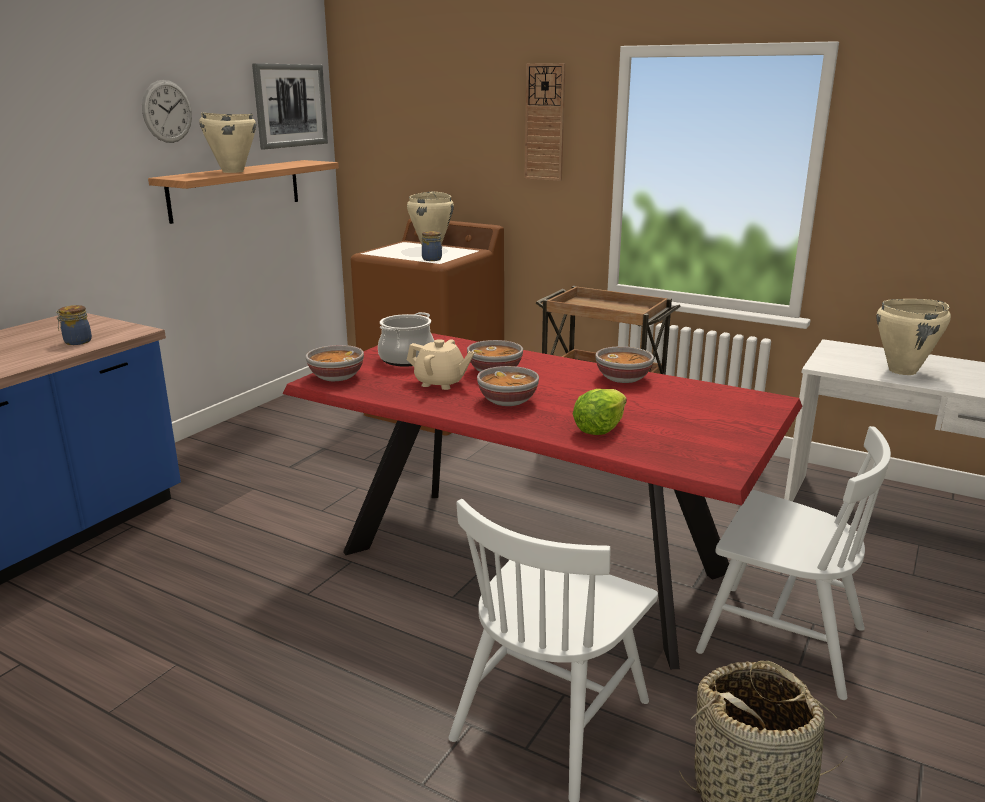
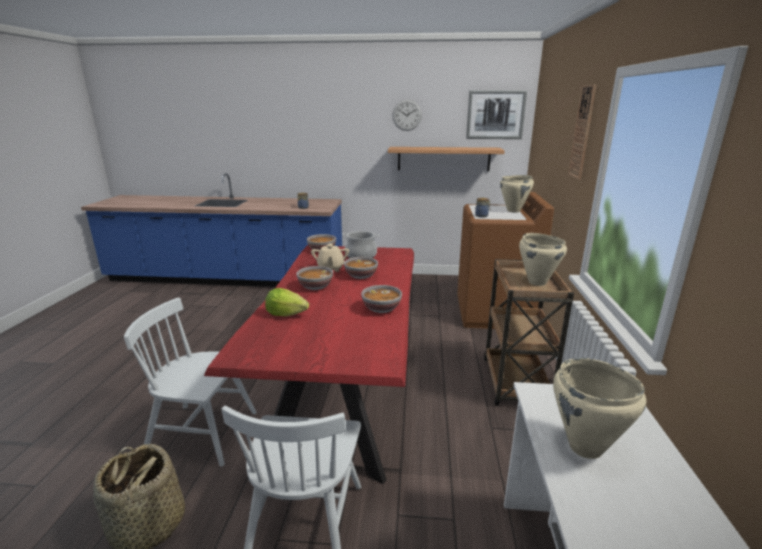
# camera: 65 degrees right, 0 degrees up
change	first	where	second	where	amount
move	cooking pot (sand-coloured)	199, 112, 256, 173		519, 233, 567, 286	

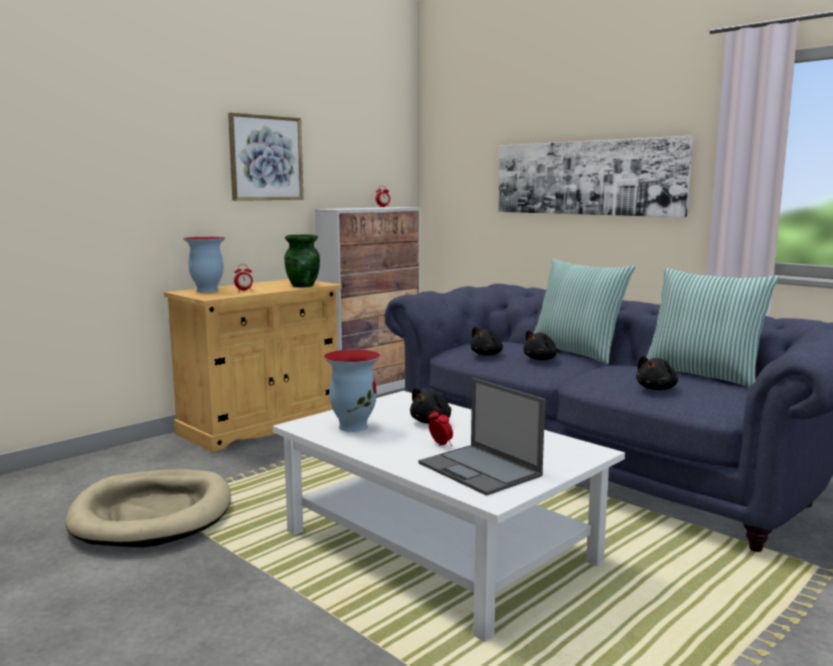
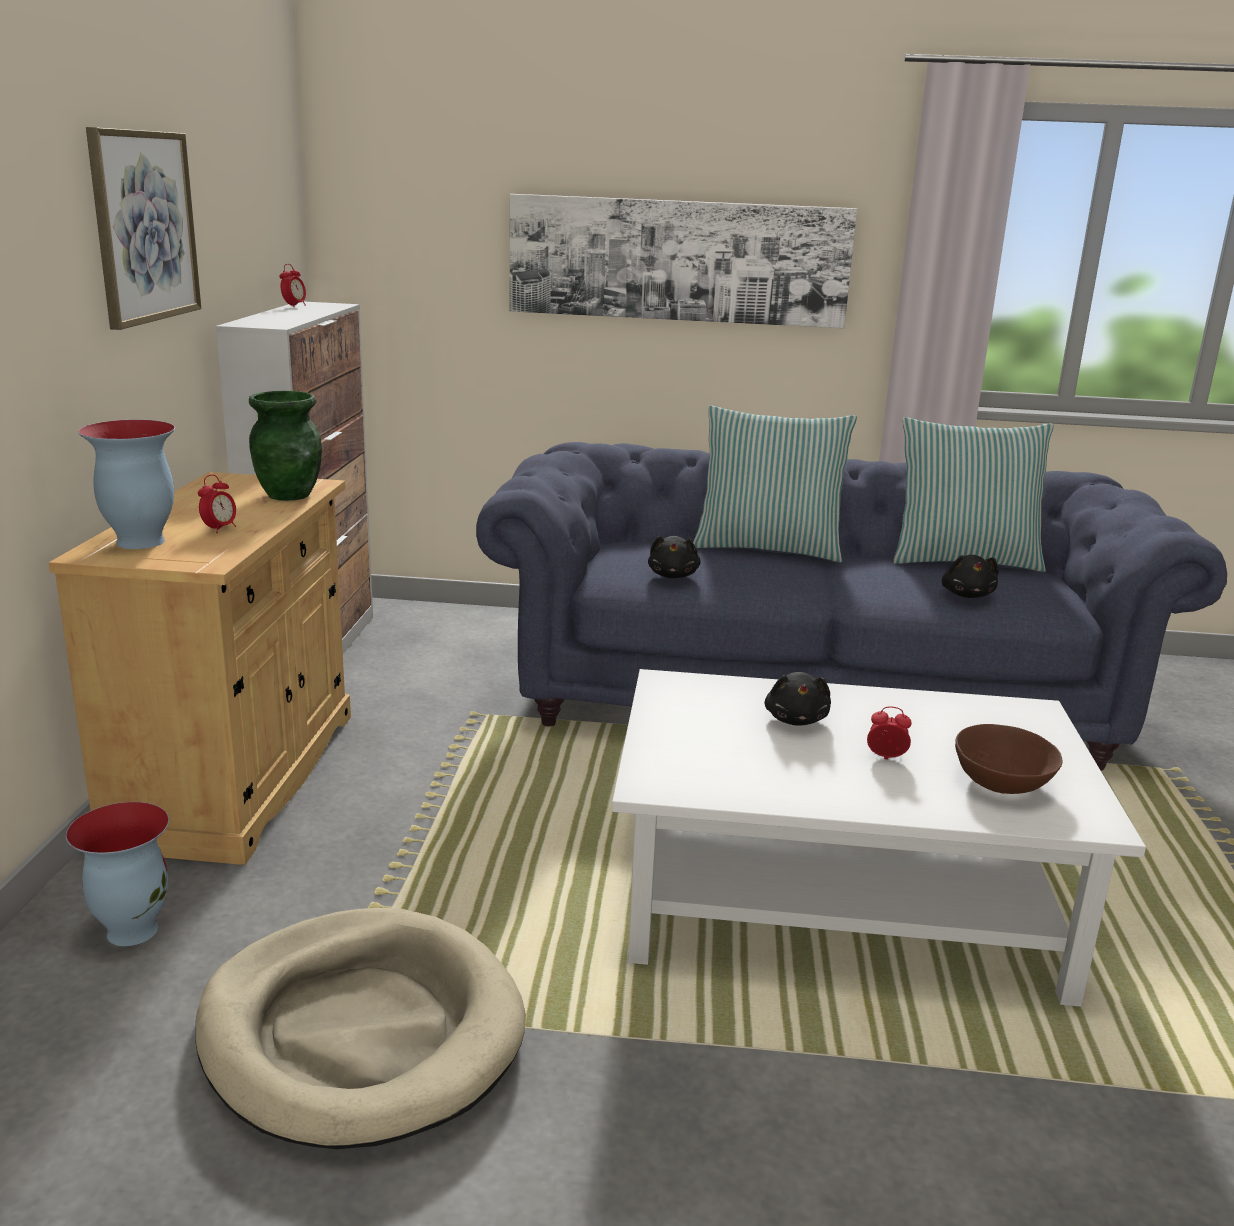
# camera: 40 degrees left, 10 degrees up
change	first	where	second	where	amount
move	vase	324, 349, 381, 432		66, 802, 169, 946	
replace	portable computer	418, 378, 545, 496	bowl (brown)	955, 724, 1062, 794	
delete	plush toy (blackish)	523, 330, 560, 360			

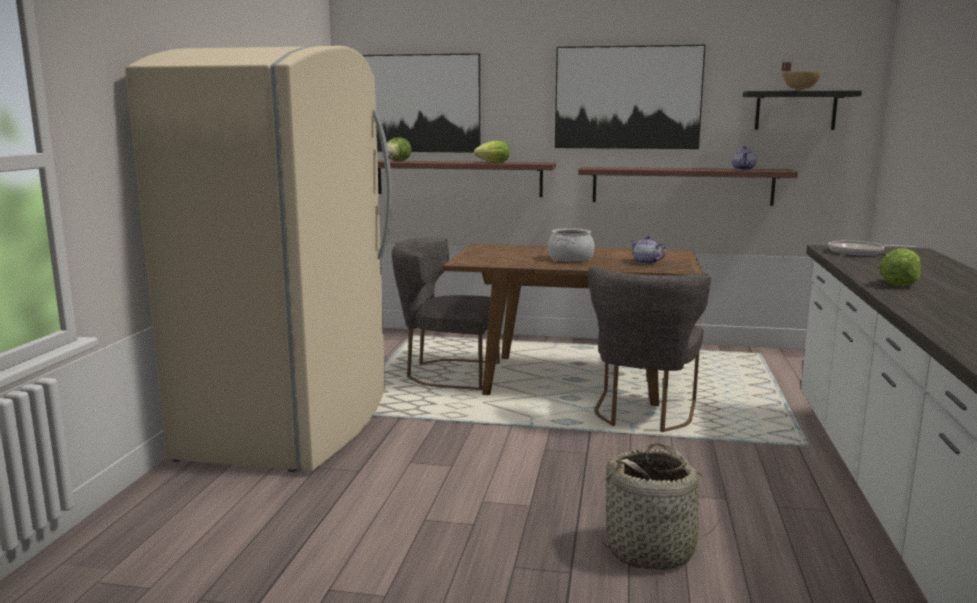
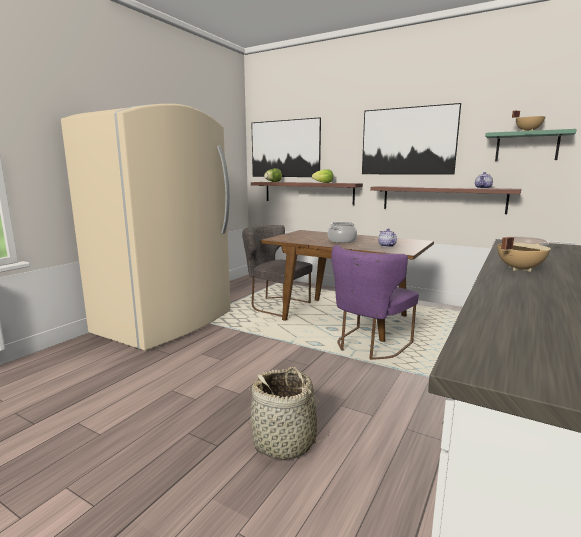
# camera: 20 degrees right, 0 degrees up
change	first	where	second	where	amount
recolor	upright chair (gray)	588, 266, 711, 432	upright chair (purplish)	331, 245, 419, 360	
recolor	bracket shelf (blackish)	743, 90, 862, 130	bracket shelf (green)	485, 129, 577, 161	
replace	lettuce	879, 248, 921, 287	cooking pot (sand-coloured)	497, 237, 551, 272	

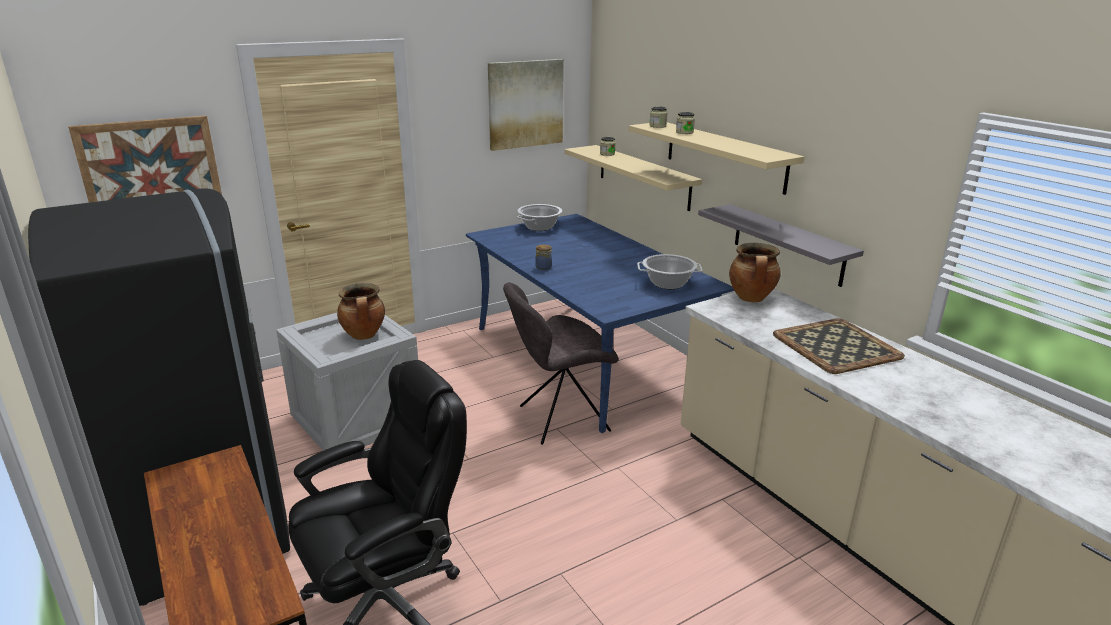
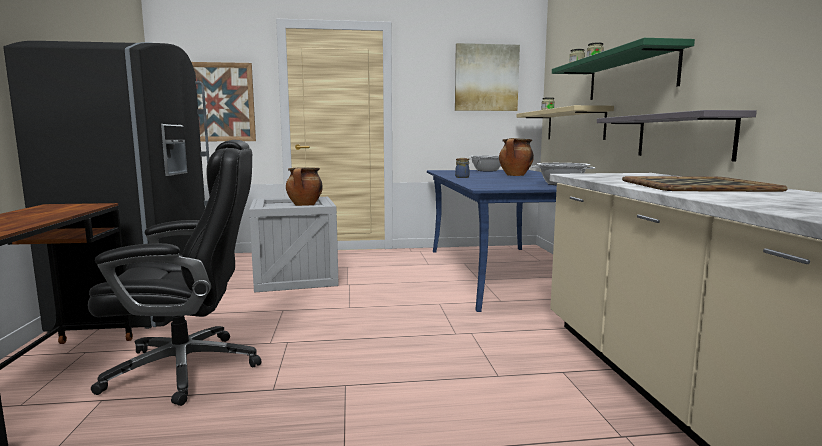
# camera: 25 degrees right, 15 degrees down
change	first	where	second	where	amount
delete	upright chair (gray)	503, 282, 619, 445			
recolor	bracket shelf (sand-coloured)	628, 122, 804, 195	bracket shelf (green)	552, 38, 695, 100	
move	cooking pot	729, 243, 781, 302		499, 138, 534, 176	

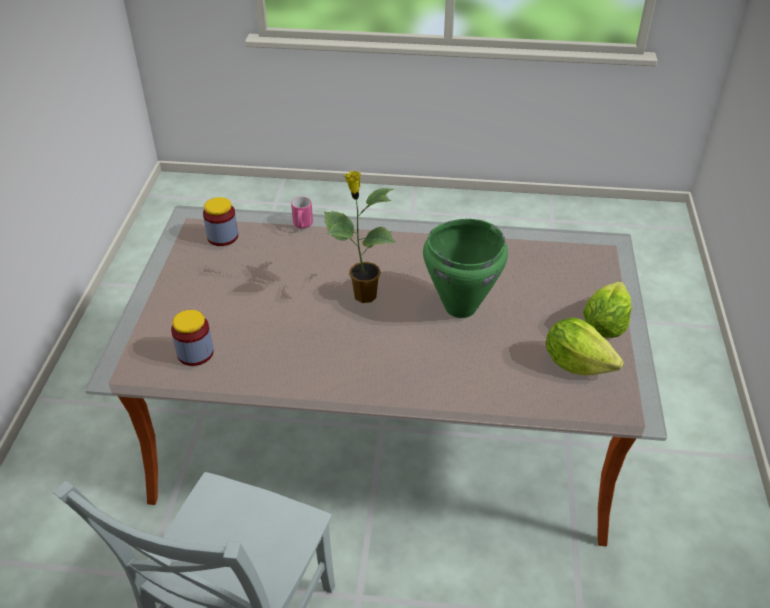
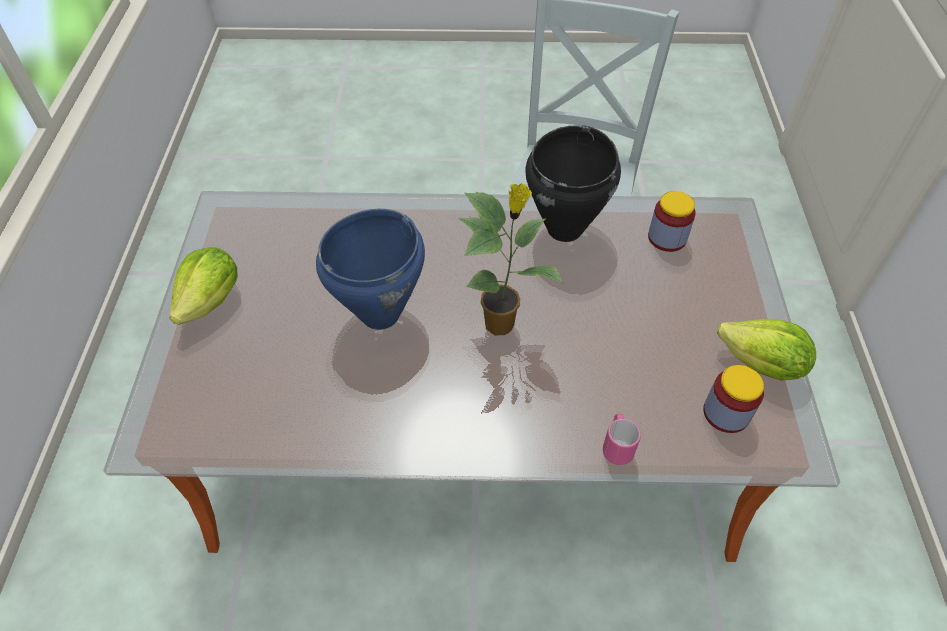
# camera: 175 degrees right, 10 degrees up
change	first	where	second	where	amount
recolor	cooking pot (green)	423, 219, 508, 318	cooking pot (bluish)	316, 209, 425, 330	
move	lettuce	546, 317, 624, 376		717, 319, 816, 381	
insert			cooking pot (blackish)	525, 125, 621, 242	

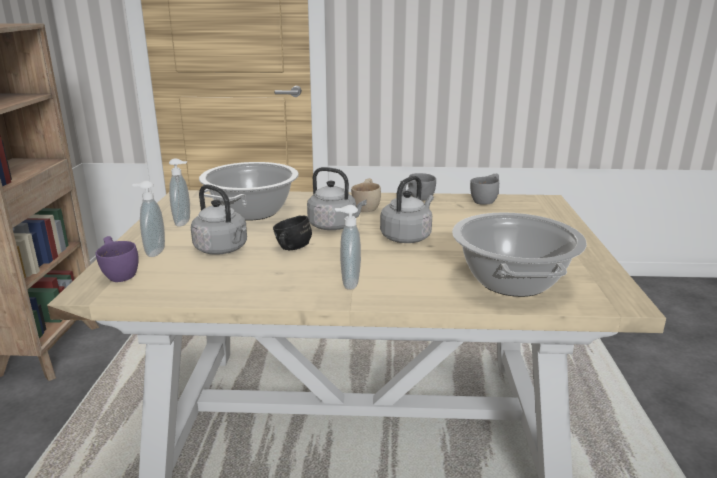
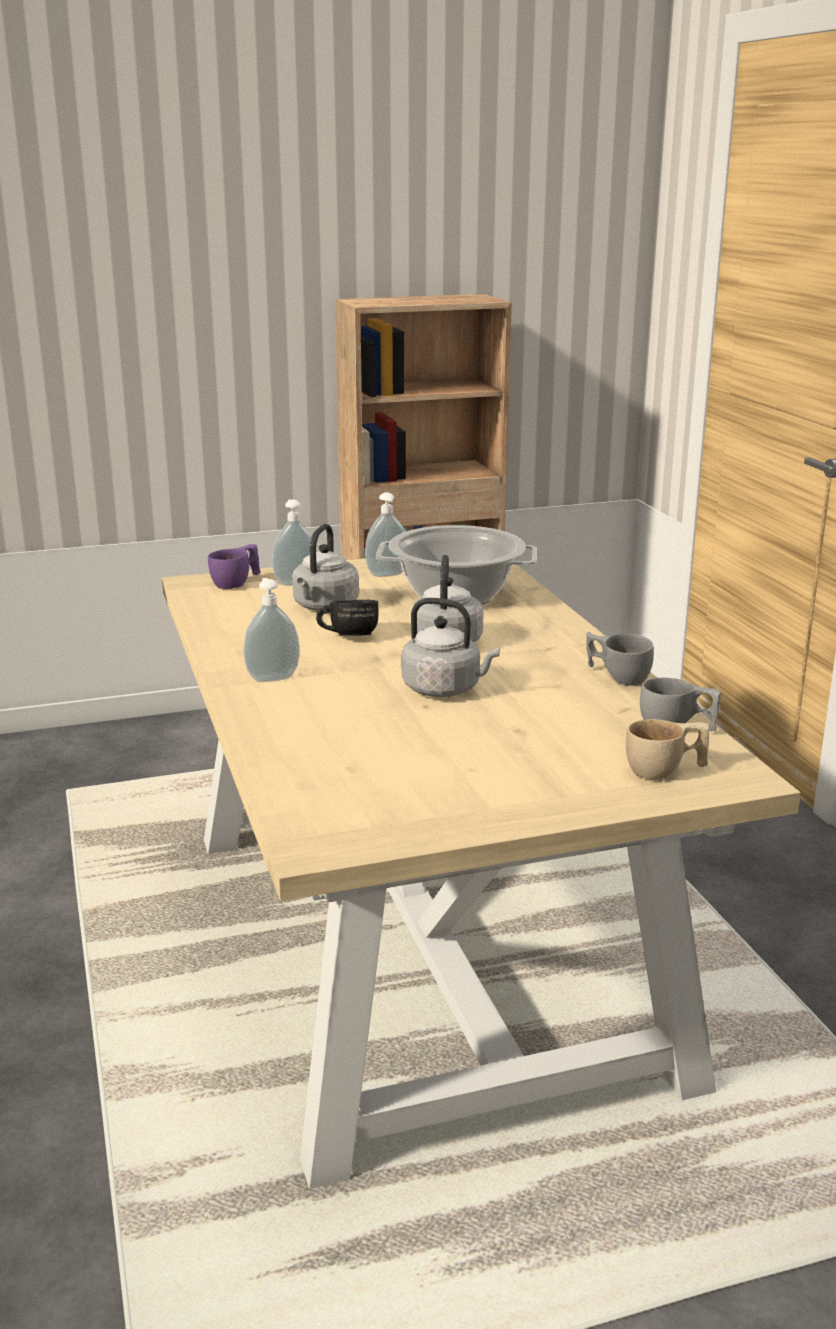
# camera: 70 degrees right, 0 degrees up
change	first	where	second	where	amount
move	small cup (sand-coloured)	351, 178, 381, 212		626, 719, 709, 779	
delete	cooking pot	452, 212, 587, 297			

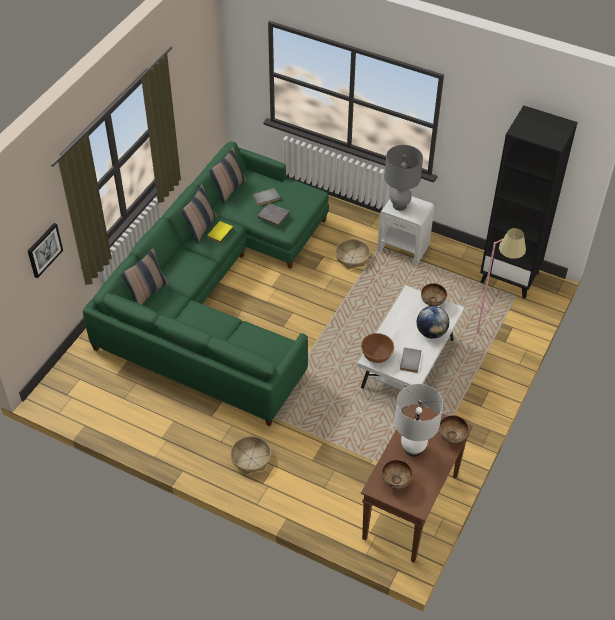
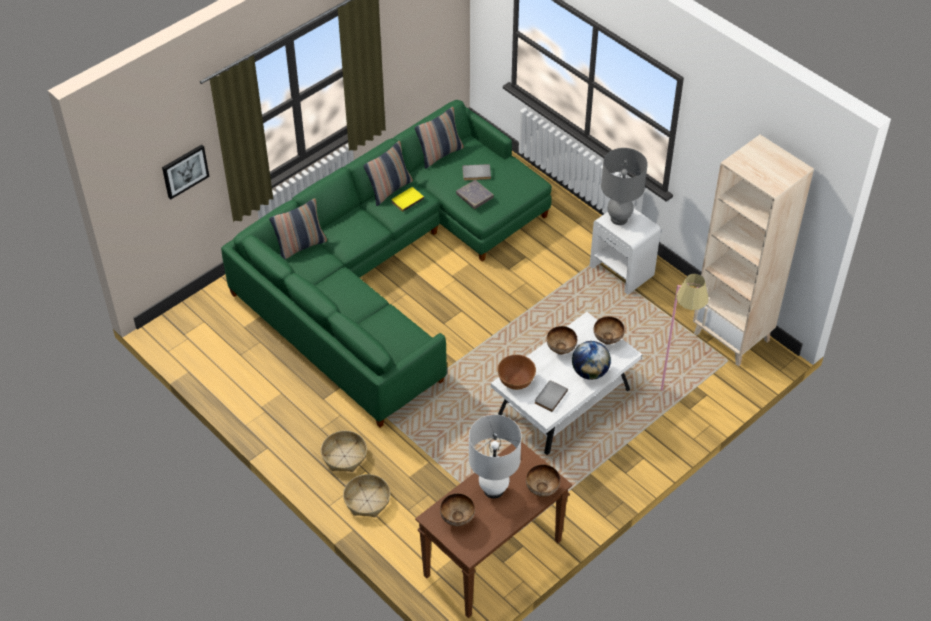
# camera: 20 degrees right, 0 degrees up
change	first	where	second	where	amount
move	basket	336, 239, 370, 269		343, 474, 390, 517	
recolor	bookcase (blackish)	480, 105, 578, 299	bookcase (sand-coloured)	693, 135, 814, 366	
insert			bowl	546, 326, 578, 355	

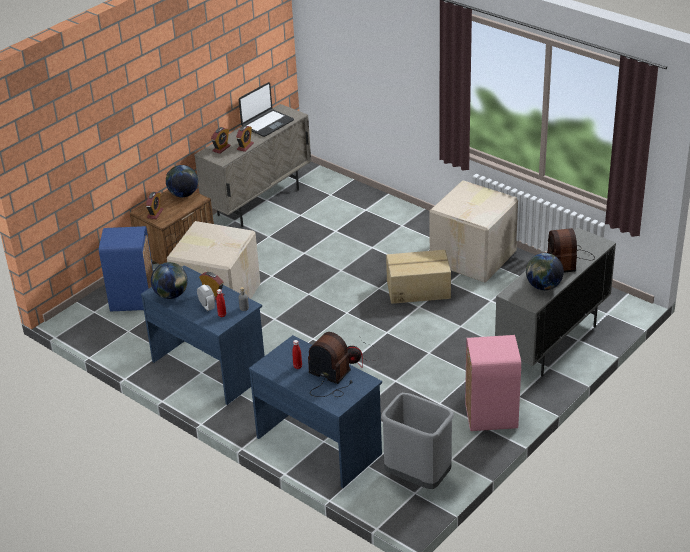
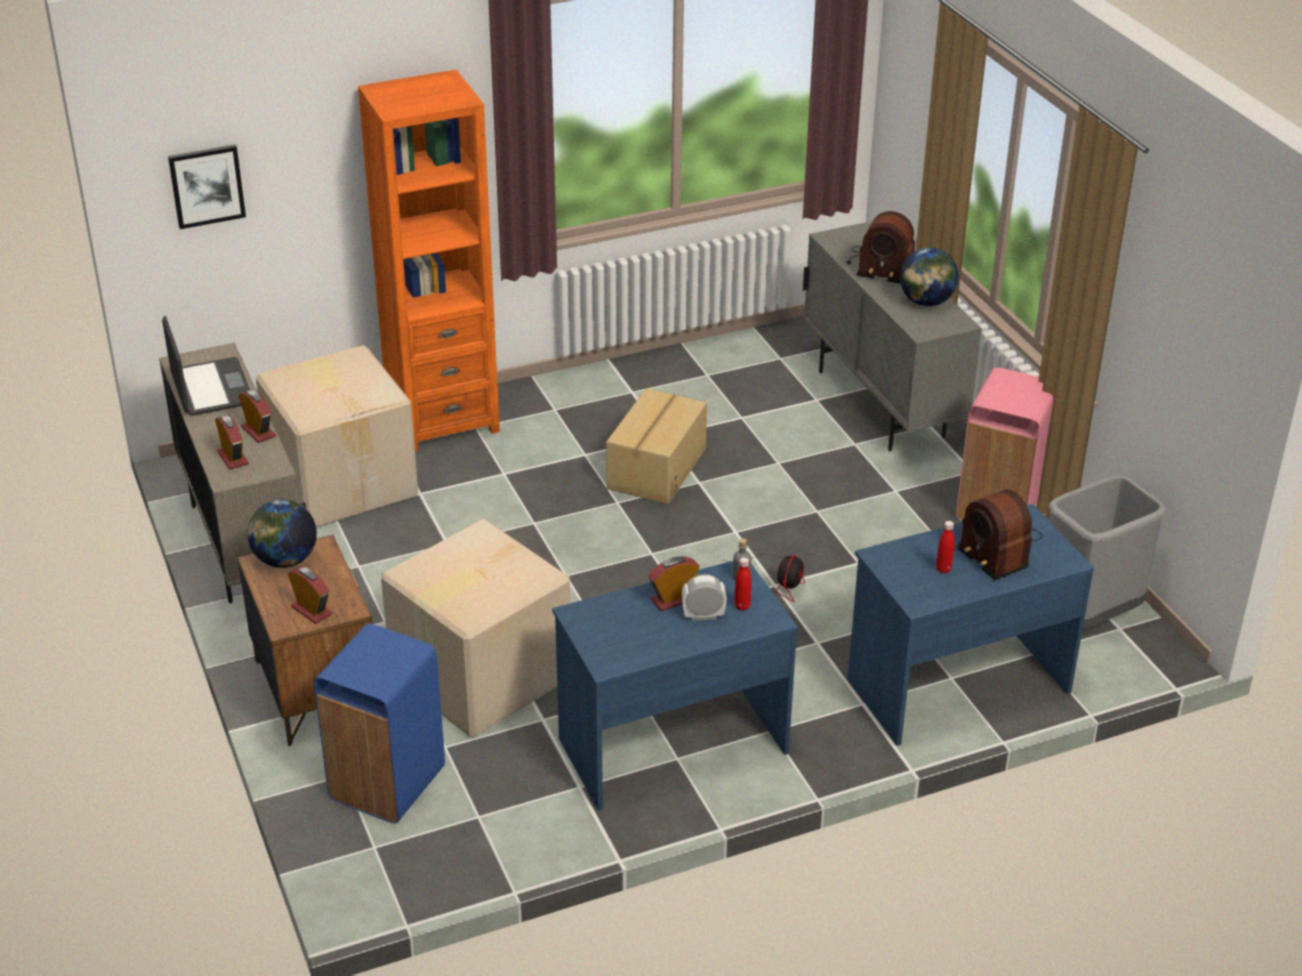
# camera: 65 degrees left, 0 degrees up
change	first	where	second	where	amount
delete	desk globe	151, 262, 188, 299			
rotate	radio set	308, 332, 353, 397		957, 489, 1042, 580	90 degrees counterclockwise
move	packing box	429, 180, 518, 282		256, 345, 418, 527	
insert			picture	168, 145, 246, 229	
insert			bookcase (orangey)	358, 70, 500, 451	

